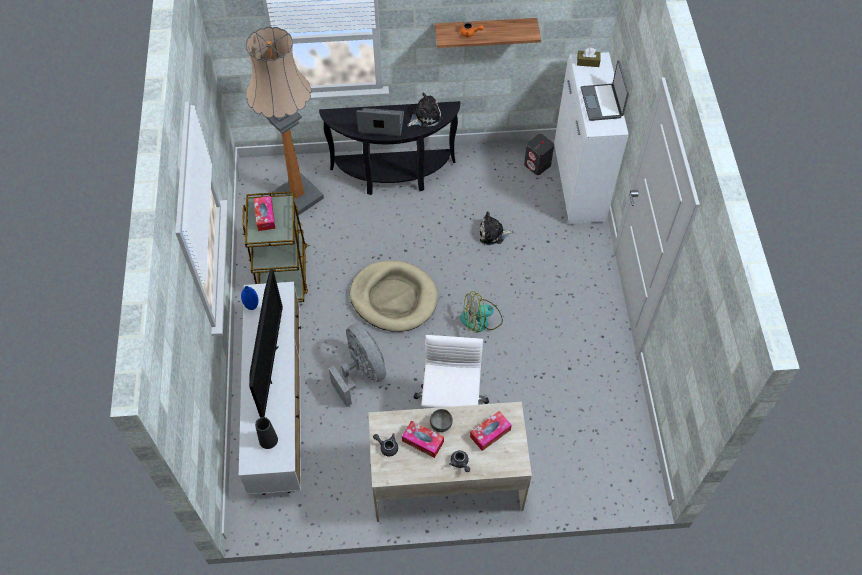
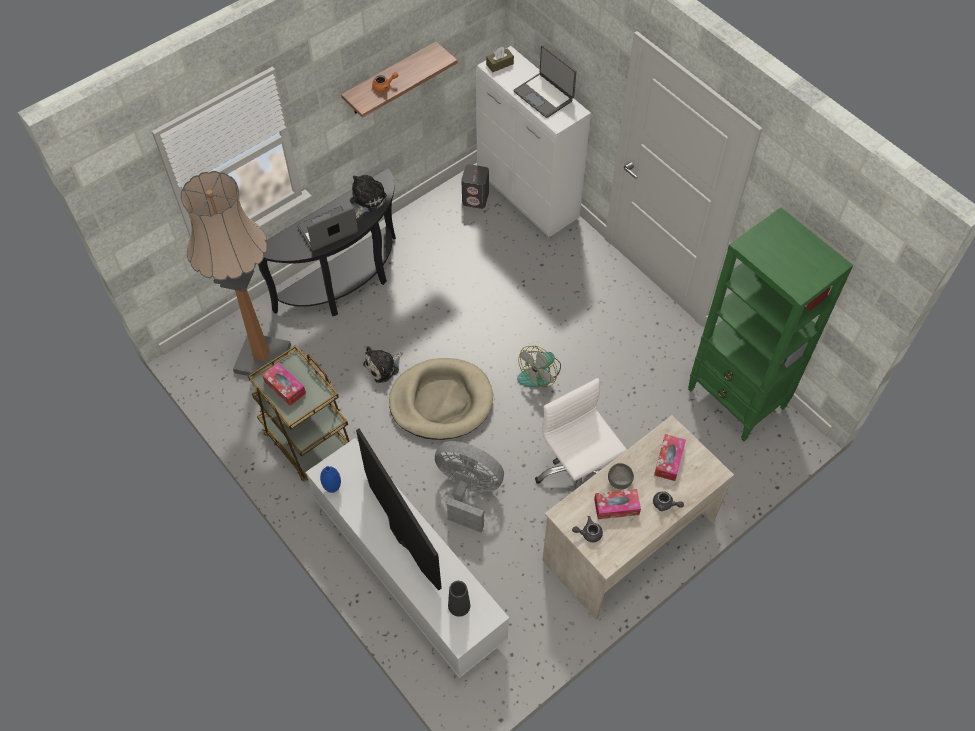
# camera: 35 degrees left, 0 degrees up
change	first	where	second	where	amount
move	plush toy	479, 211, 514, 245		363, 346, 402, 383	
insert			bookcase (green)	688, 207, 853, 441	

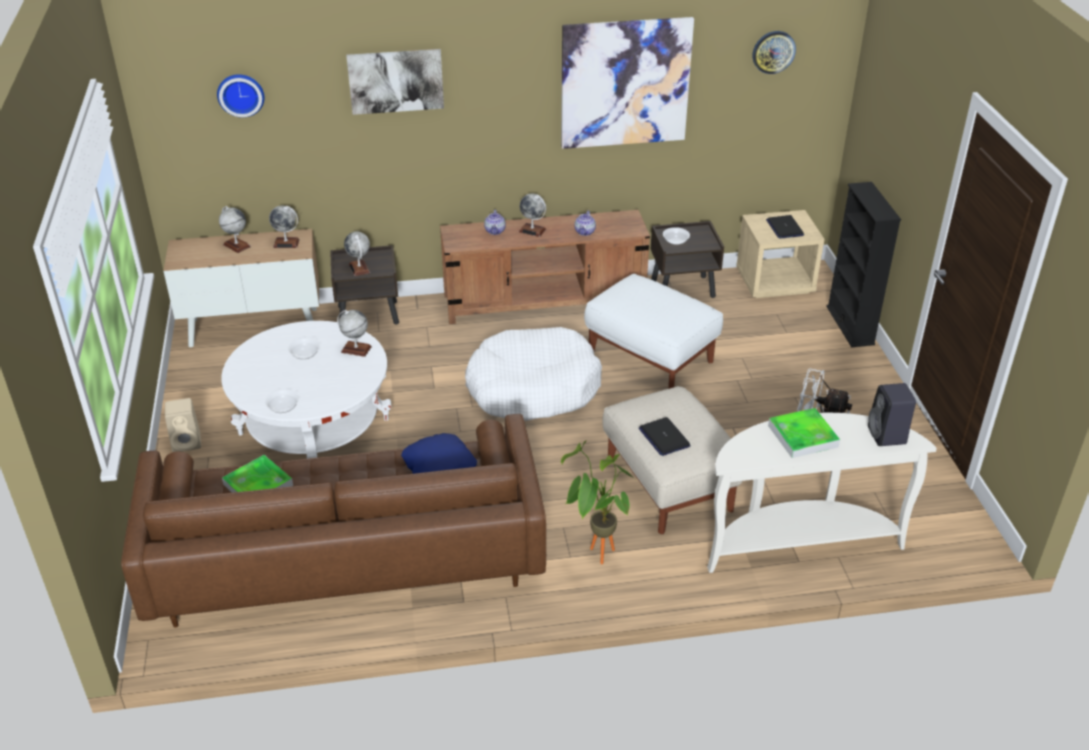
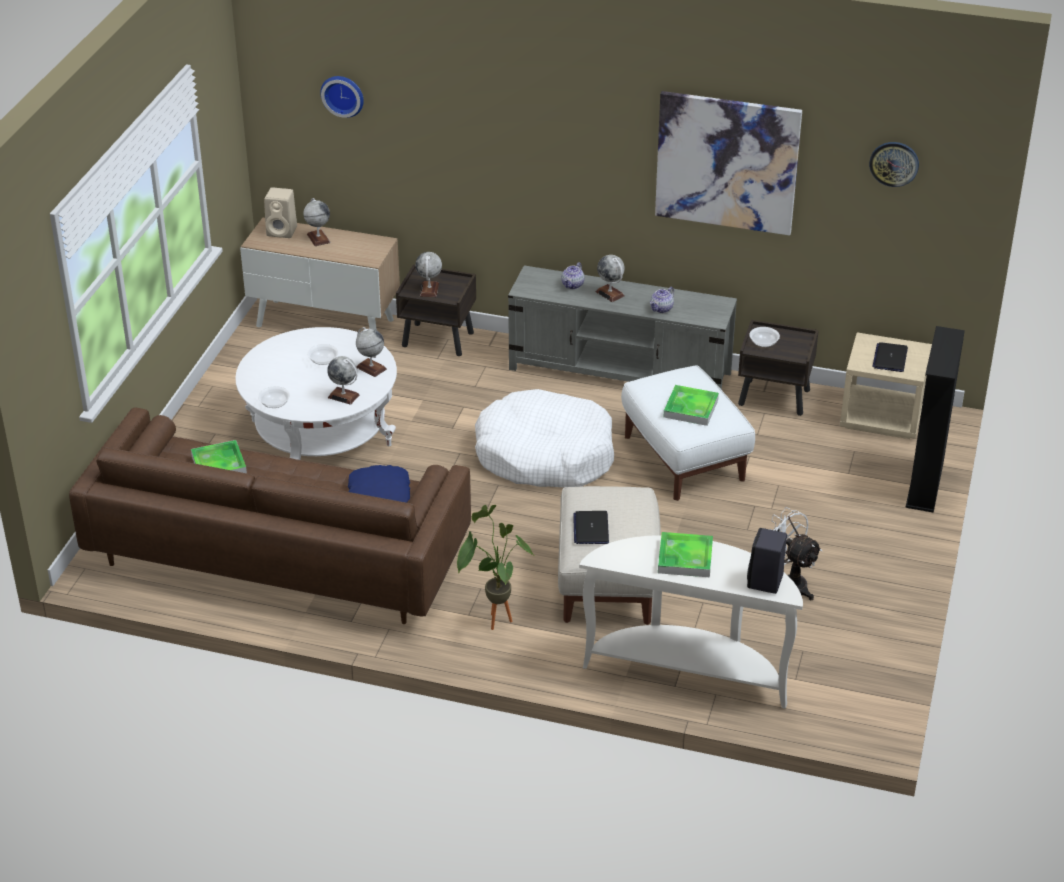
# camera: 25 degrees right, 0 degrees up
change	first	where	second	where	amount
move	speaker (sand-coloured)	165, 398, 201, 452		264, 187, 297, 238	
move	desk globe	269, 205, 300, 248		327, 356, 360, 405	
delete	picture	346, 49, 444, 115			
recolor	tv stand (brown)	440, 210, 650, 324	tv stand (gray)	508, 266, 737, 390	
insert			serving tray	664, 385, 719, 426	

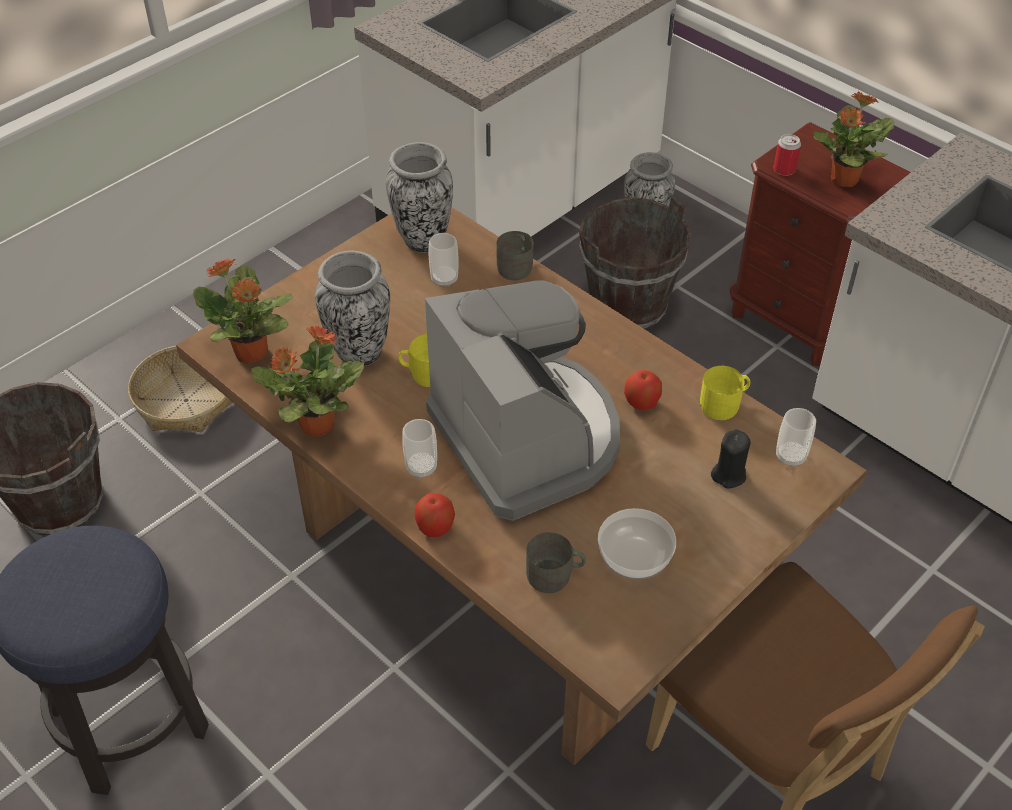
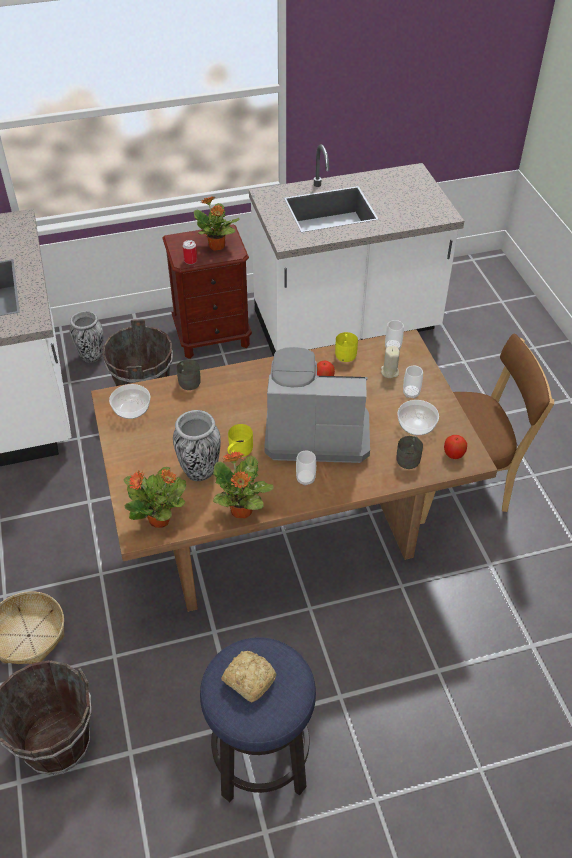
# camera: 60 degrees left, 0 degrees up
change	first	where	second	where	amount
replace	vase	386, 142, 453, 253	bowl	109, 384, 150, 419	
move	whole apple	414, 493, 455, 538		444, 435, 467, 459	
move	small cup	429, 233, 458, 287		403, 366, 423, 399	
recolor	candle (blackish)	711, 430, 751, 489	candle (sand-coloured)	381, 346, 400, 378	
insert			bakery bread	221, 651, 276, 702	

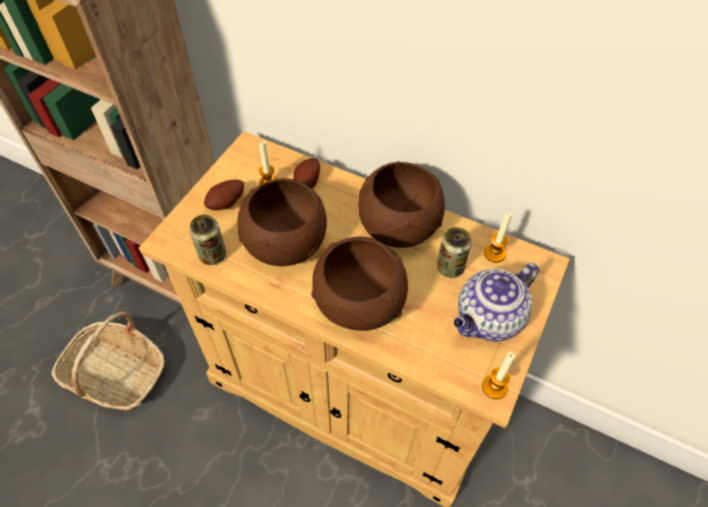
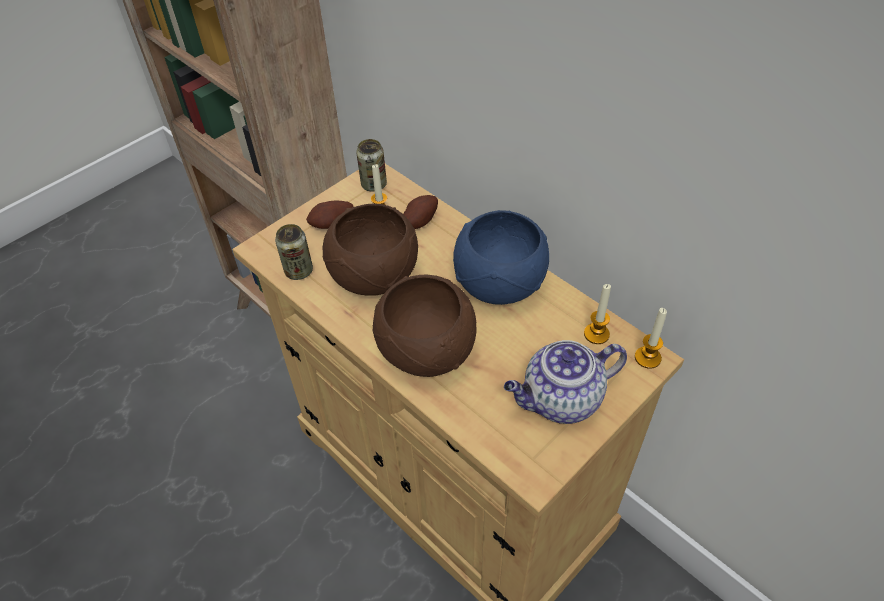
# camera: 20 degrees right, 5 degrees down
change	first	where	second	where	amount
delete	basket	51, 312, 165, 410			
recolor	bowl (brown)	358, 161, 445, 248	bowl (bluish)	453, 210, 549, 305	
move	sealed can	437, 227, 472, 278		356, 139, 387, 192	
move	candle	482, 352, 515, 399		635, 308, 667, 369	

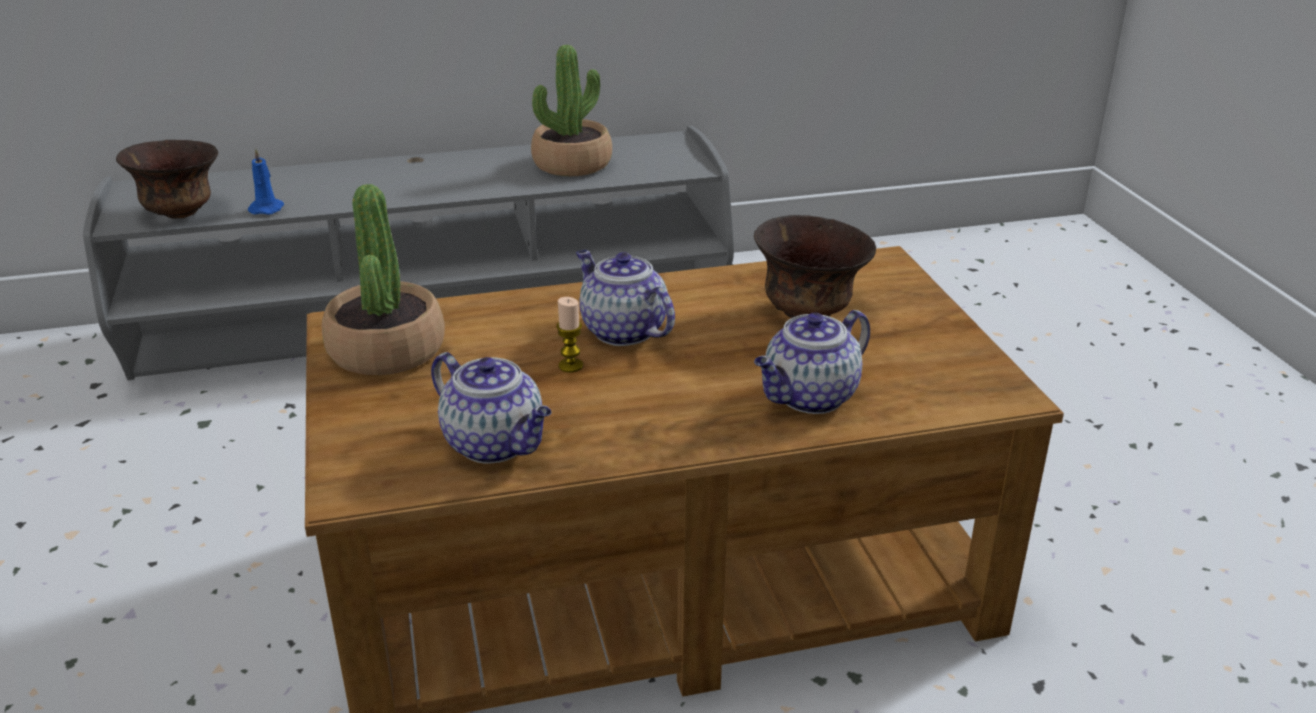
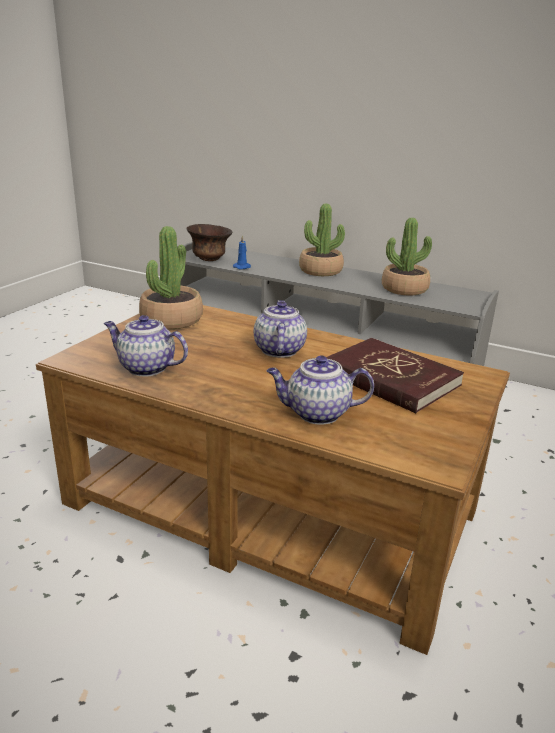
# camera: 40 degrees right, 5 degrees down
change	first	where	second	where	amount
rotate	tea pot	431, 352, 552, 464		104, 315, 188, 377	120 degrees clockwise
delete	candle	556, 297, 583, 372			
replace	bowl (brown)	754, 215, 876, 318	bound book (red-coloured)	326, 338, 464, 413	
insert			houseplant	299, 204, 345, 276	

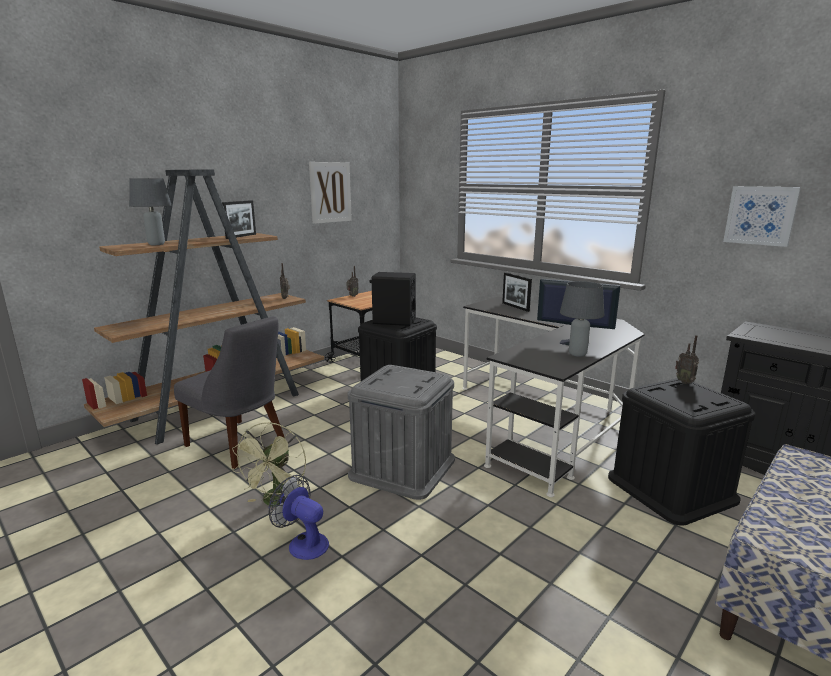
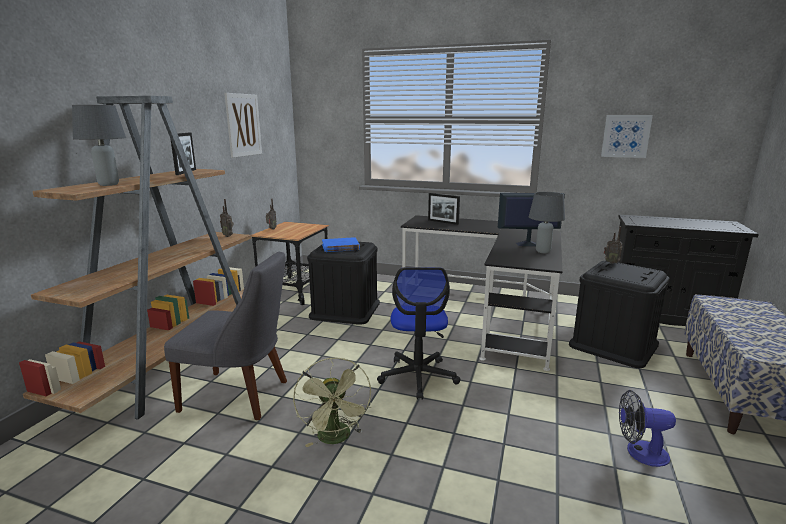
# camera: 25 degrees left, 0 degrees up
change	first	where	second	where	amount
move	electric fan	269, 475, 329, 560		619, 390, 676, 467	
replace	storage container (gray)	348, 365, 455, 500	office chair	377, 267, 461, 400	
replace	speaker (blackish)	370, 272, 416, 326	bound book (bluish)	322, 237, 360, 252	

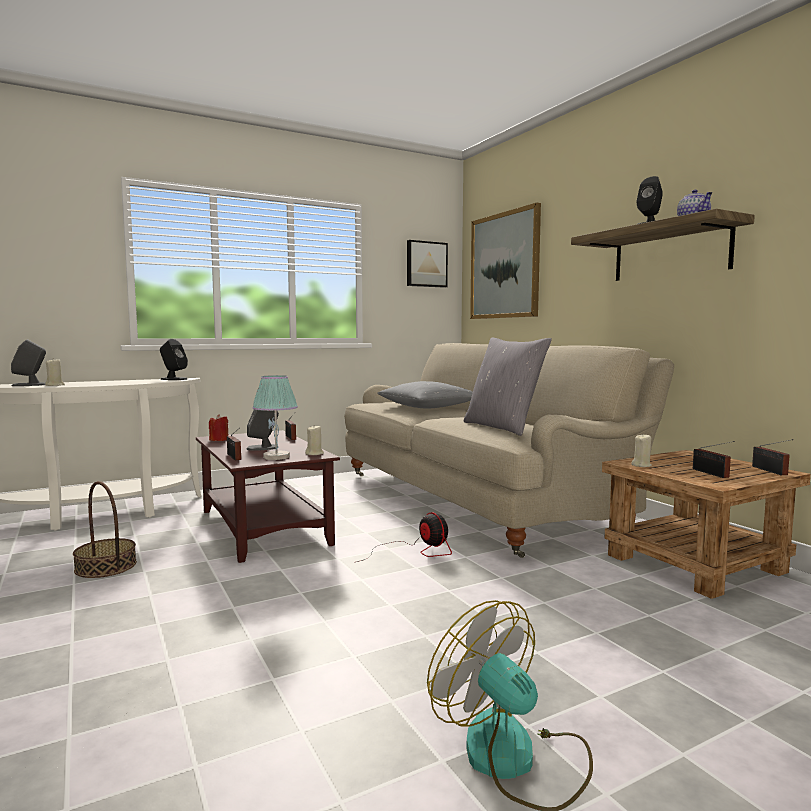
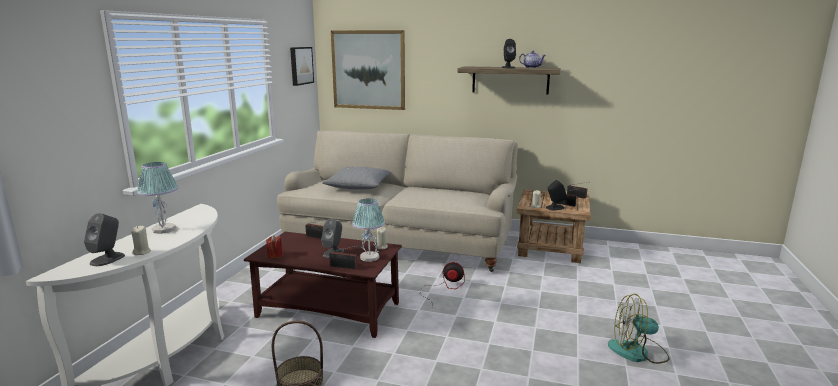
# camera: 45 degrees left, 10 degrees up
change	first	where	second	where	amount
move	speaker (blackish)	160, 339, 188, 380		546, 180, 567, 210	
delete	cushion (gray)	464, 338, 552, 436			
insert			table lamp	137, 162, 178, 234	

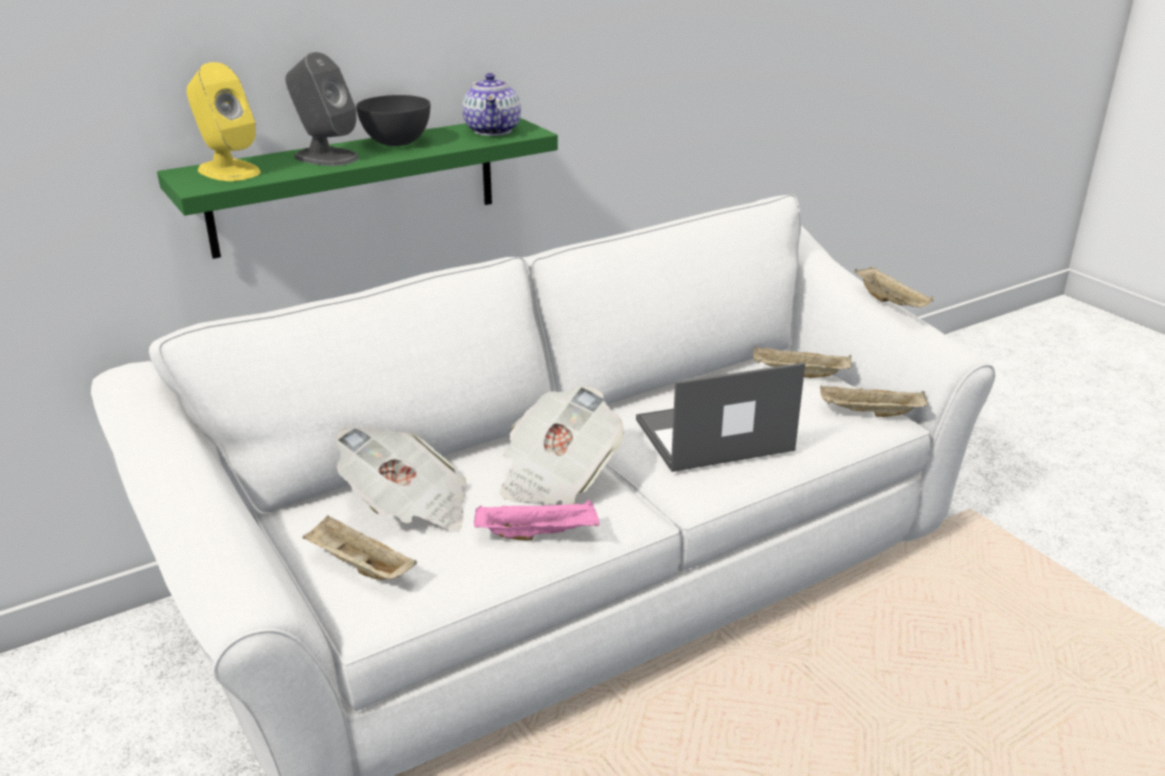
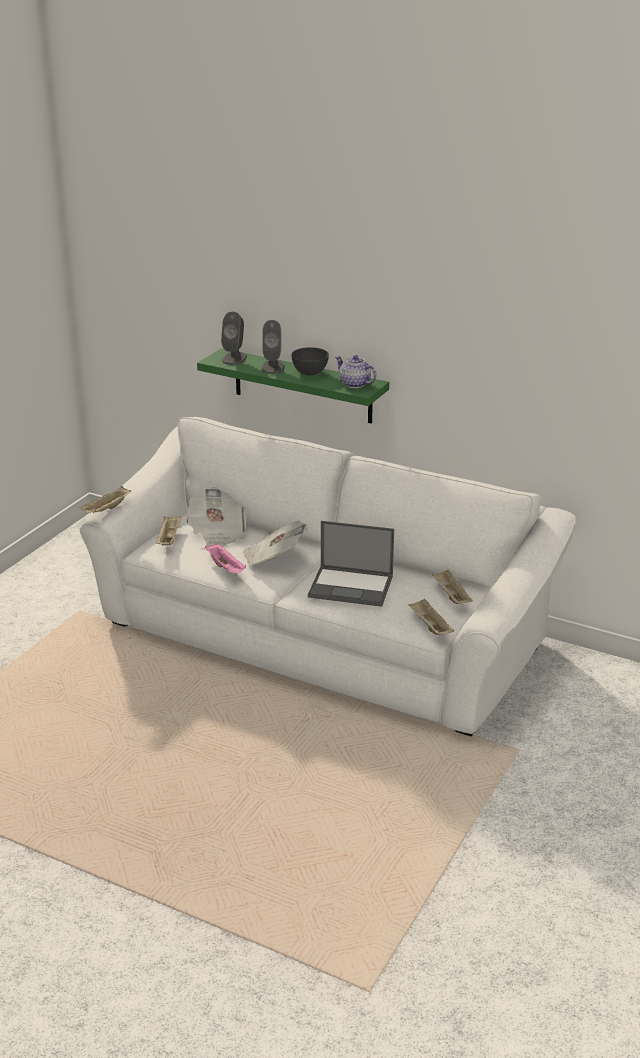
# camera: 60 degrees right, 0 degrees up
change	first	where	second	where	amount
recolor	speaker (yellowish)	187, 62, 261, 181	speaker (gray)	221, 311, 247, 365	
rotate	tea pot	462, 73, 521, 136		335, 355, 377, 388	75 degrees clockwise
rotate	portable computer	636, 363, 805, 472		308, 521, 394, 607	150 degrees clockwise
move	serving tray (sand-coloured)	854, 267, 934, 307		80, 486, 131, 513	

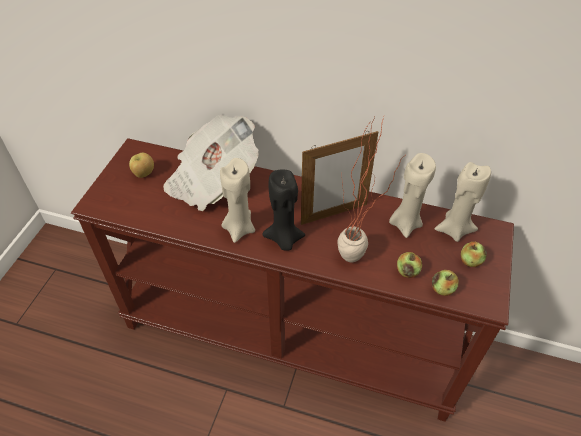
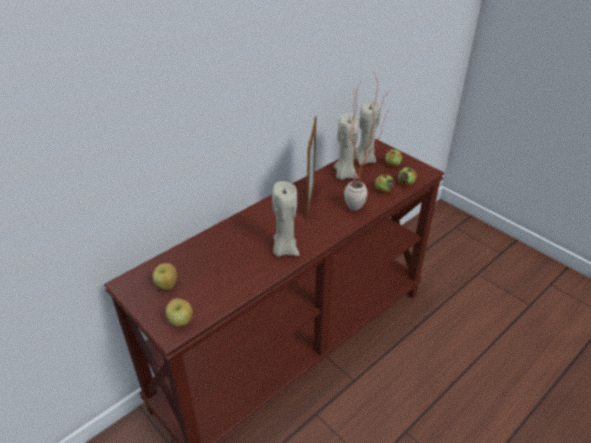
# camera: 60 degrees left, 10 degrees down
change	first	where	second	where	amount
delete	printed paper	163, 114, 259, 211			
delete	candle (blackish)	262, 170, 305, 251			
insert			whole apple	165, 298, 193, 327	

